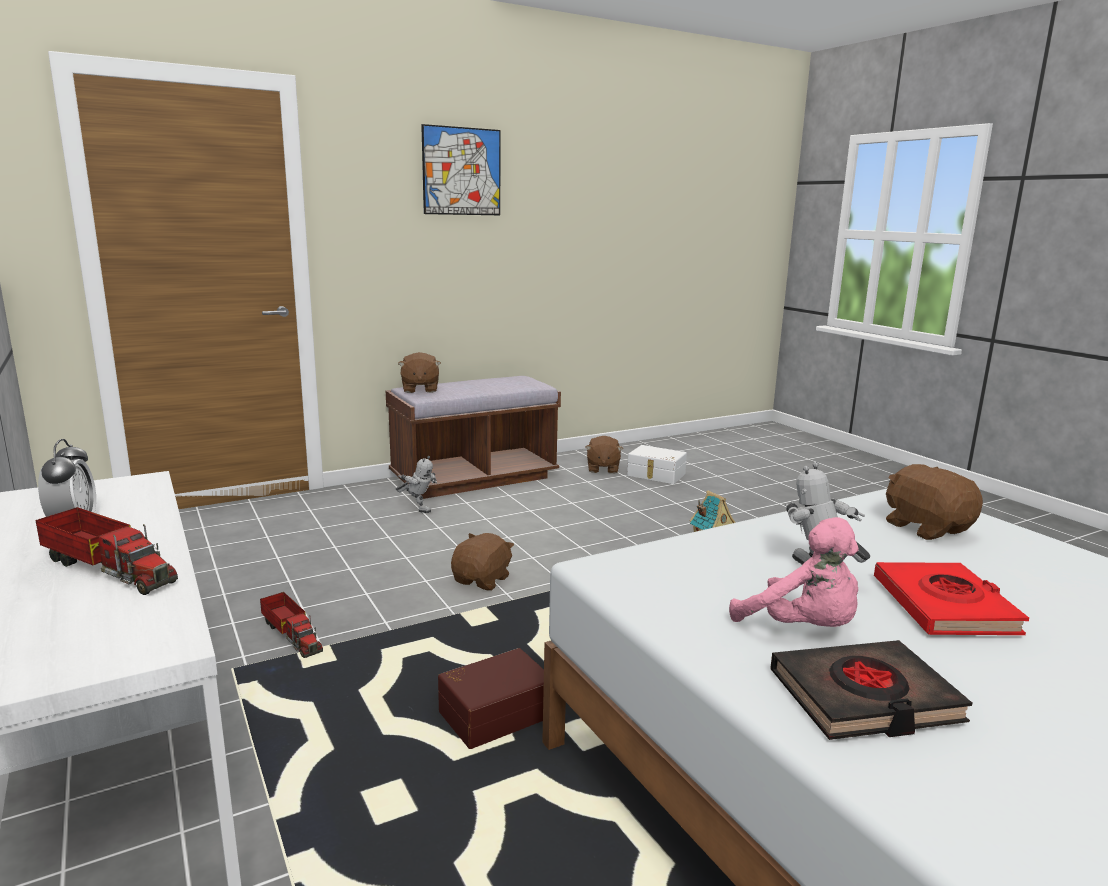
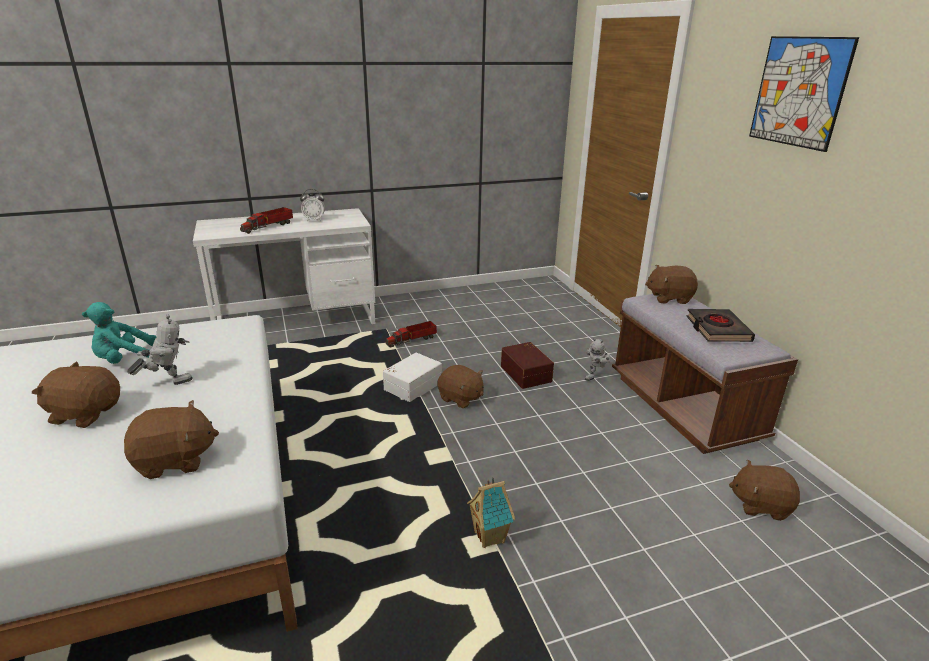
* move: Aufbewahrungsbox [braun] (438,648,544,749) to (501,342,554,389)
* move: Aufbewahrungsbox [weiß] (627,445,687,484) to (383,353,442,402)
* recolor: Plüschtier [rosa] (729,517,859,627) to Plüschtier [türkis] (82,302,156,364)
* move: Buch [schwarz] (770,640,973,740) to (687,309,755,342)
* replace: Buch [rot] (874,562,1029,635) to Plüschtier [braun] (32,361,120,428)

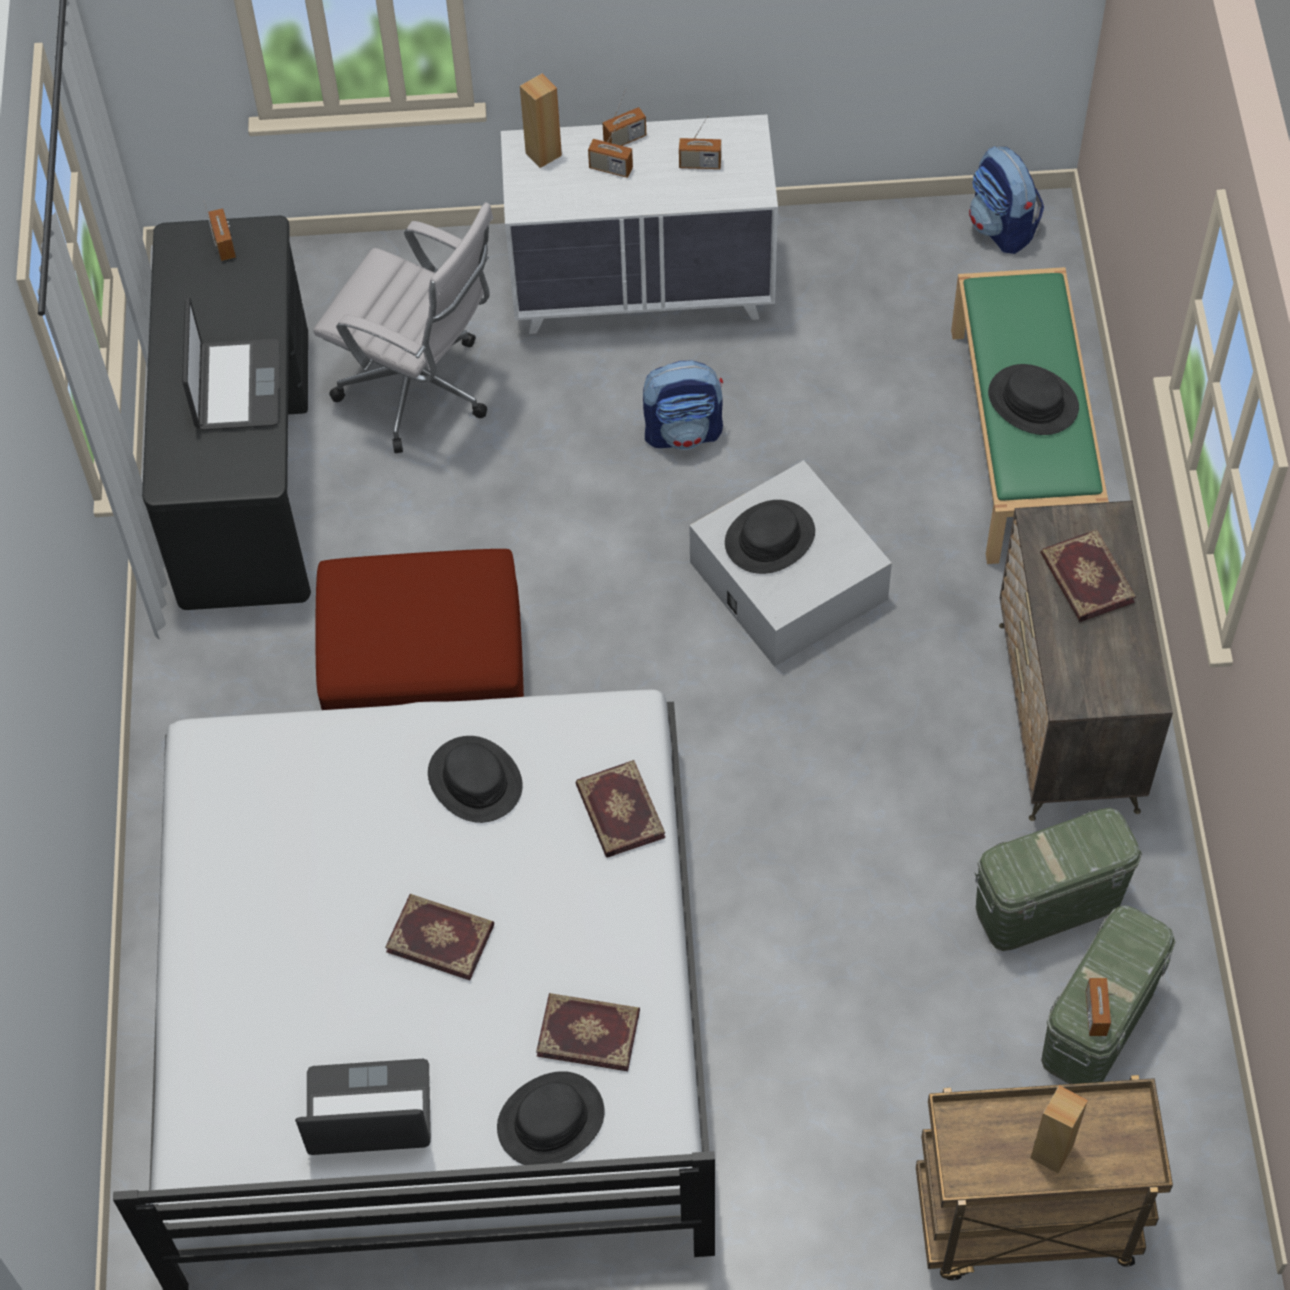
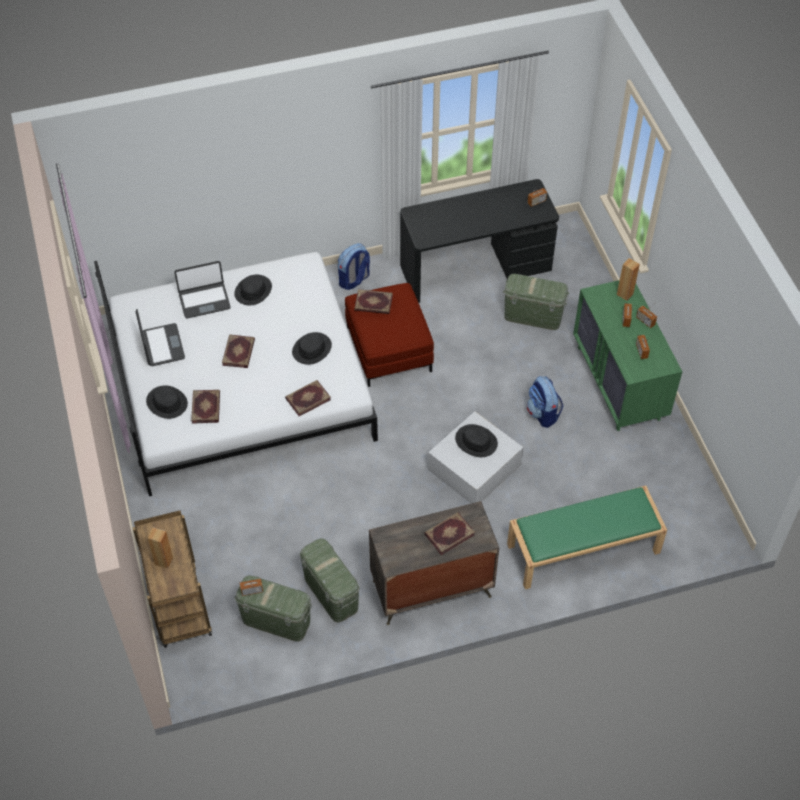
* move: Laptop (182,297,279,430) to (174,261,231,319)
* replace: Bürostuhl [weiß] (313,202,493,453) to Aufbewahrungsbox [grün] (503,274,569,330)
* recolor: Kommode [weiß] (501,114,778,334) to Kommode [grün] (573,280,683,431)
* move: Rucksack (969,146,1044,254) to (338,243,370,290)
* move: Hut [schwarz] (988,364,1079,435) to (234,275,272,305)
* insert: Buch (354,289,393,314)

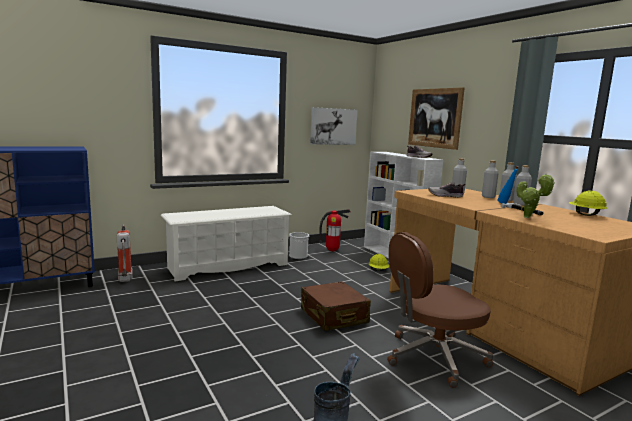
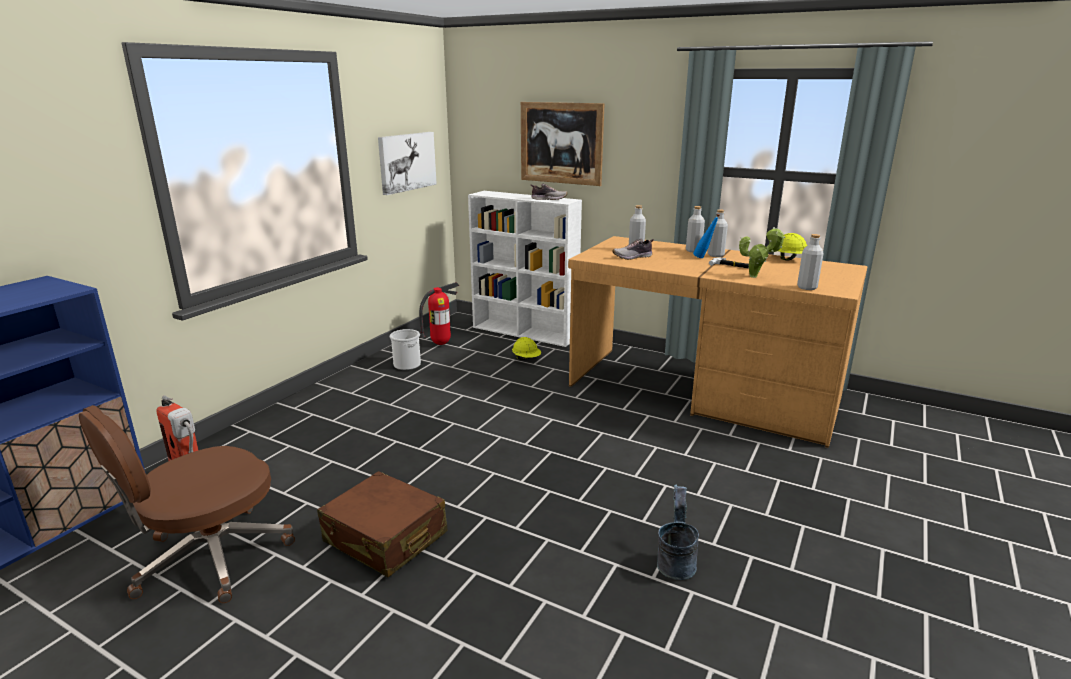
* delete: Schuhregal [weiß] (161,206,292,282)
* move: Koffer [braun] (301,281,371,331) to (317,471,448,577)
* move: Bürostuhl [braun] (387,232,493,388) to (79,405,295,603)
* move: Flasche [grau] (482,161,499,198) to (797,234,824,290)

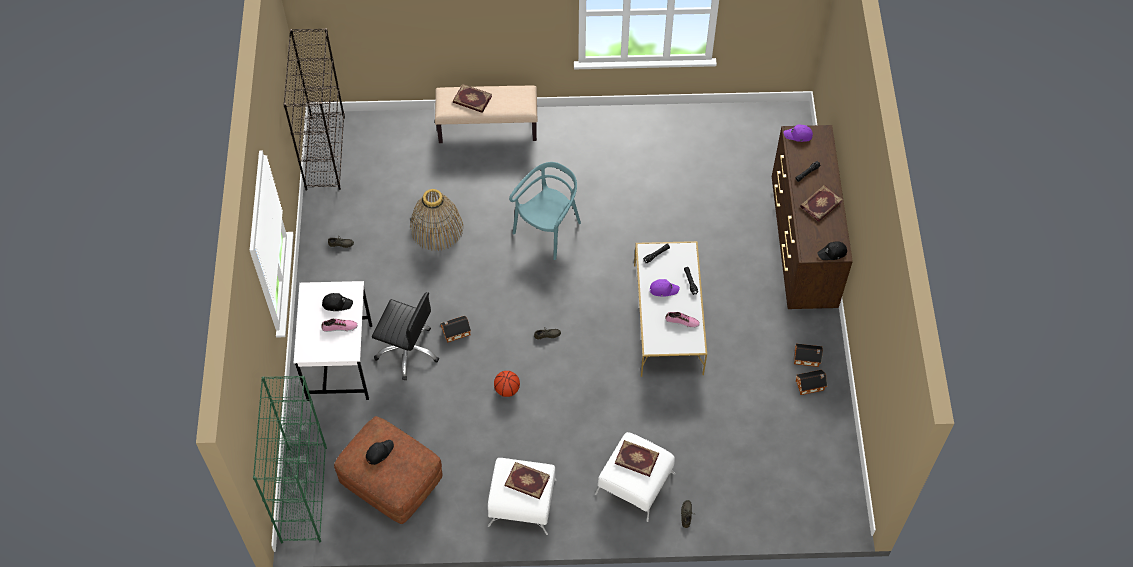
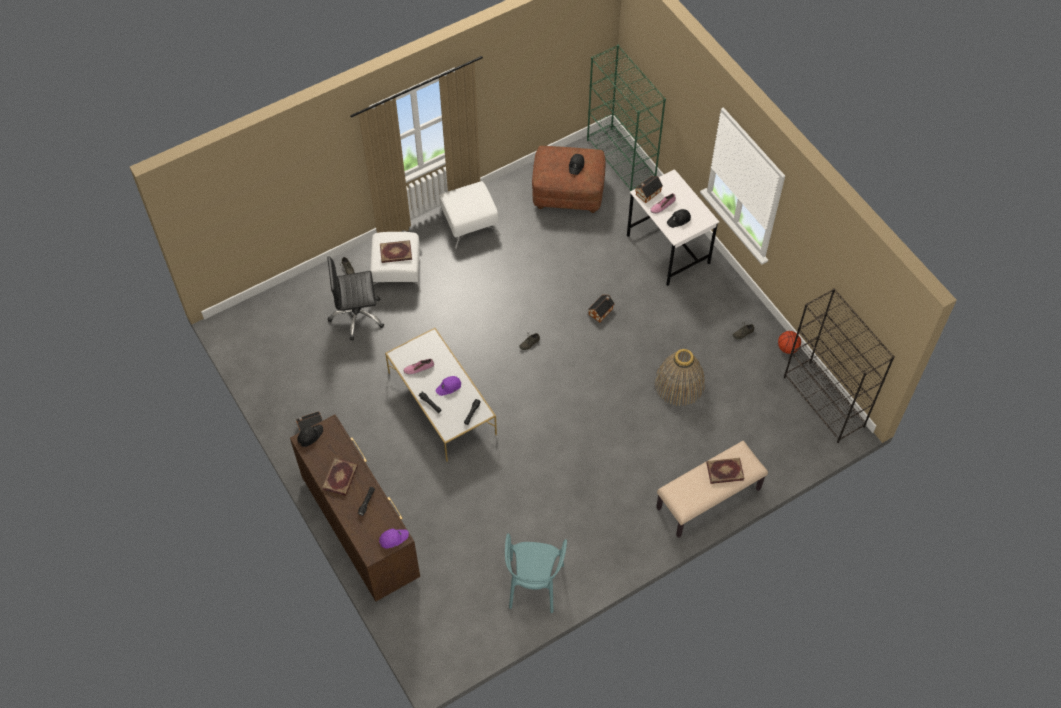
* move: Bürostuhl [schwarz] (372,292,439,380) to (327,256,384,341)
* move: Basketball (494,371,520,397) to (778,331,801,354)
* delete: Buch (505,462,550,499)
* move: Stuhl [türkis] (509,162,581,260) to (505,533,567,613)
* move: Spielzeughaus (796,370,827,395) to (635,176,663,203)

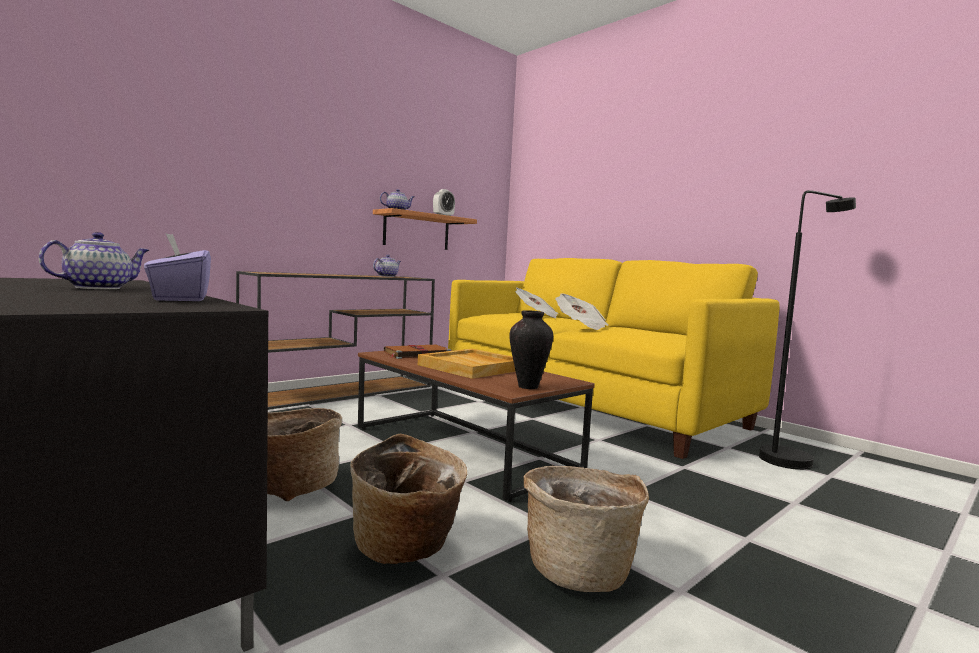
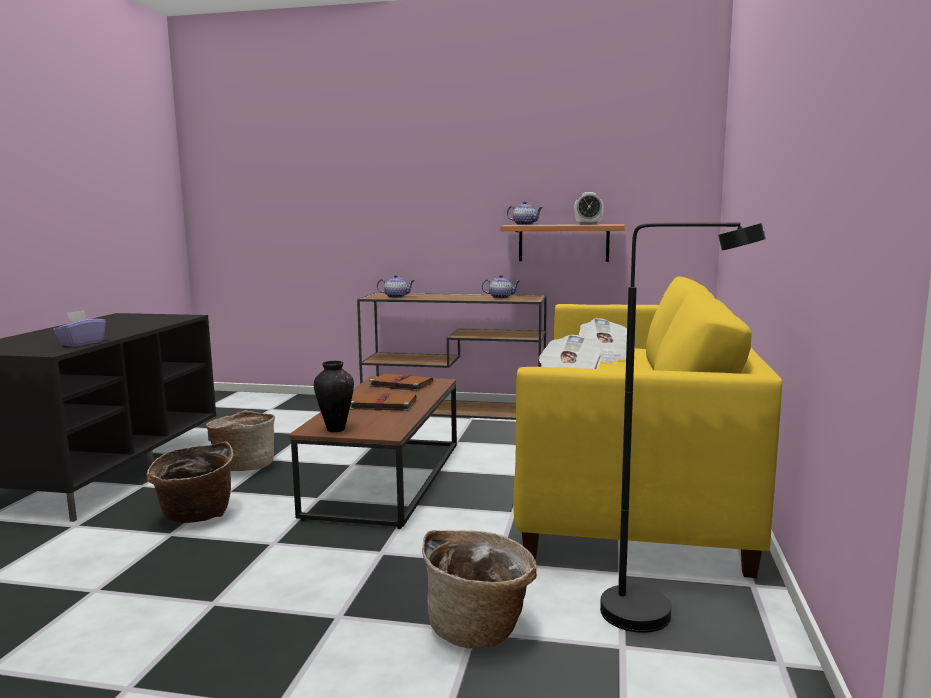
* move: Teekanne (39,232,149,289) to (377,275,415,298)
* replace: Tablett [beige] (418,349,516,379) to Buch [braun] (349,394,417,411)
* move: Korb (523,466,649,592) to (422,530,537,648)

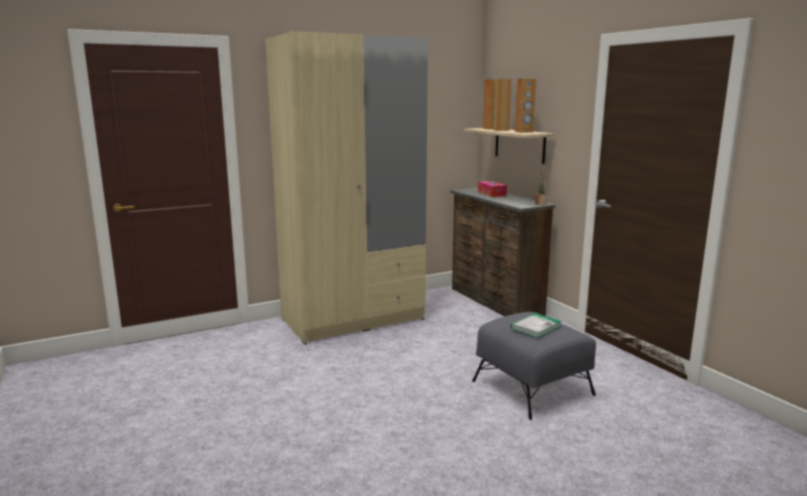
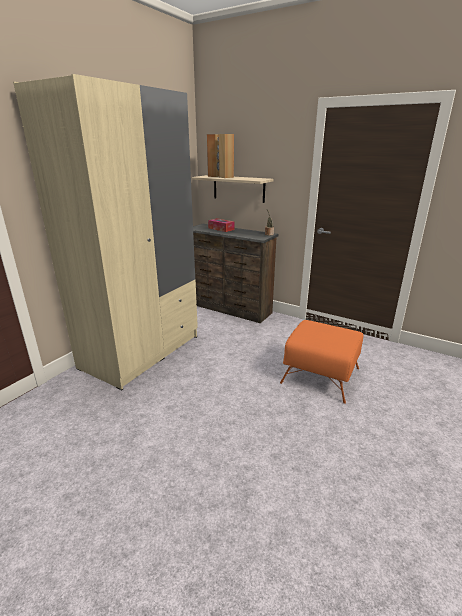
* recolor: Polsterhocker [grau] (472,312,596,420) to Polsterhocker [orange] (280,320,363,404)
* delete: Buch (510,313,562,338)
* delete: Lautsprecher [braun] (515,78,537,133)

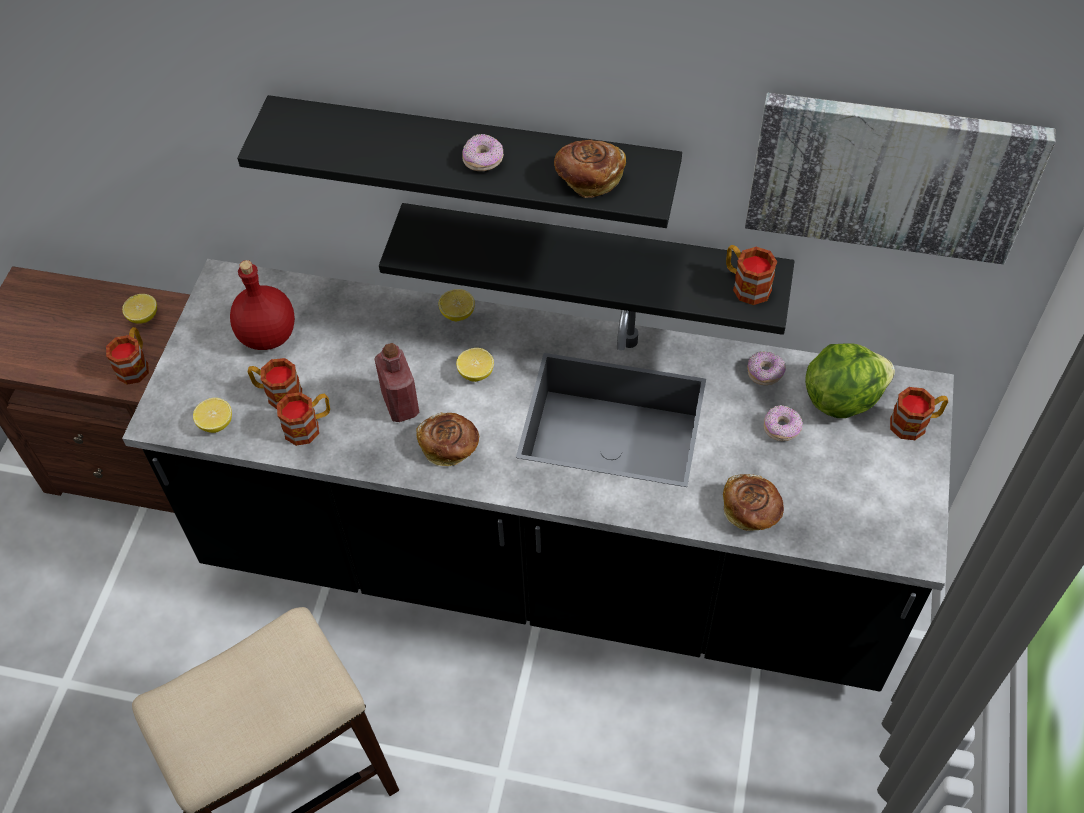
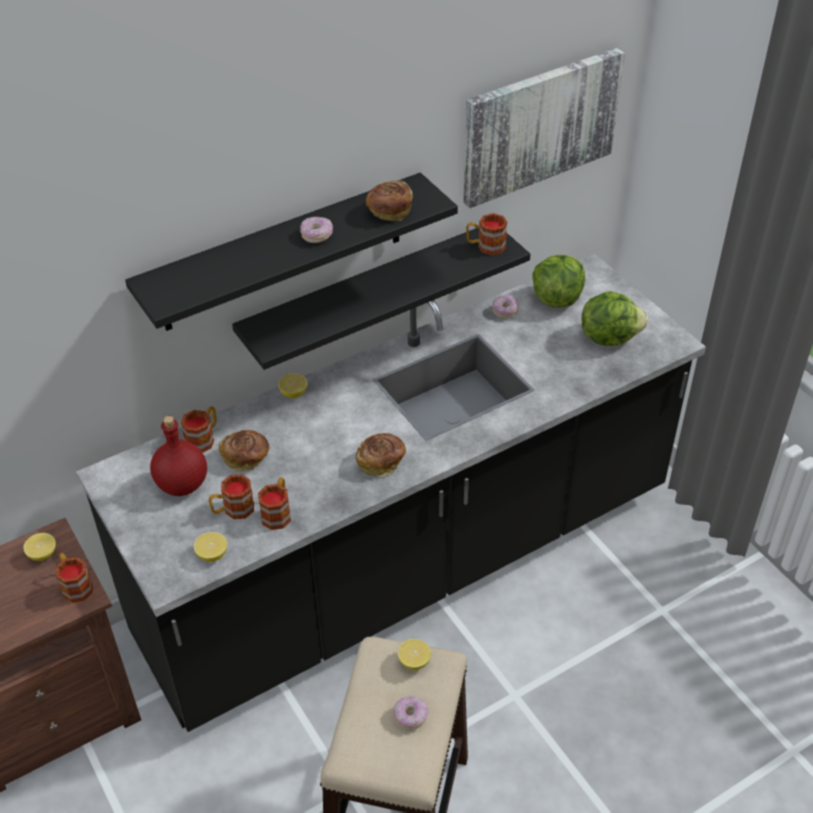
* delete: Flasche [rot] (374,343,419,422)
* move: Zitrone (456,348,494,382) to (398,639,432,670)
* move: Brot (723,474,784,531) to (218,430,269,471)
* move: Donut (764,405,803,441) to (393,696,428,730)
* move: Henkelbecher (890,387,948,440) to (181,406,217,453)
* insert: Salatkopf (582,291,648,346)

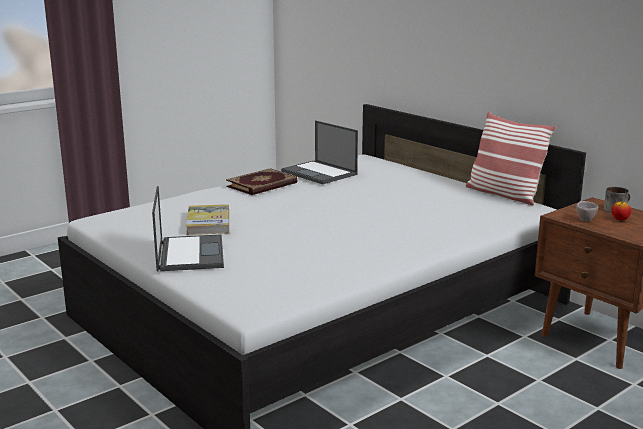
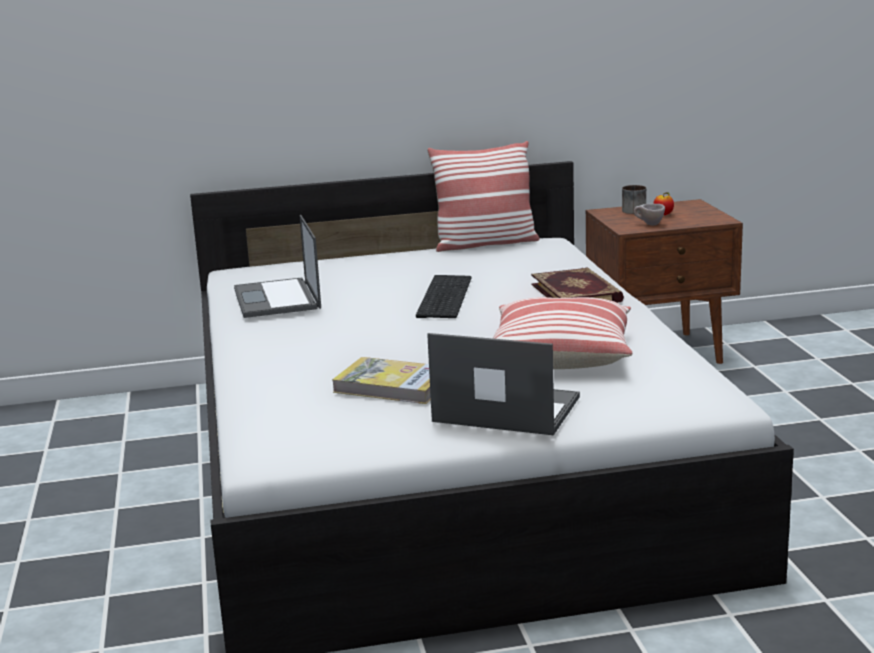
* move: Buch (226,168,298,195) to (531,267,624,303)
* rotate: Laptop (281,120,358,184) = (234,215,321,318) 90 degrees clockwise
* insert: Tastatur (416,275,472,318)
* insert: Kissen (493,297,632,369)

